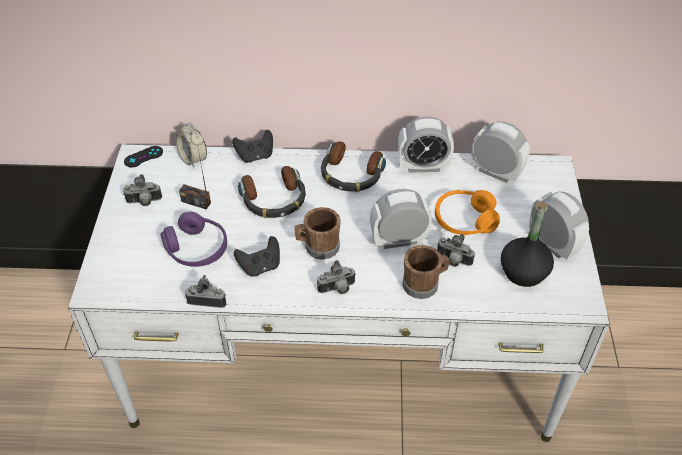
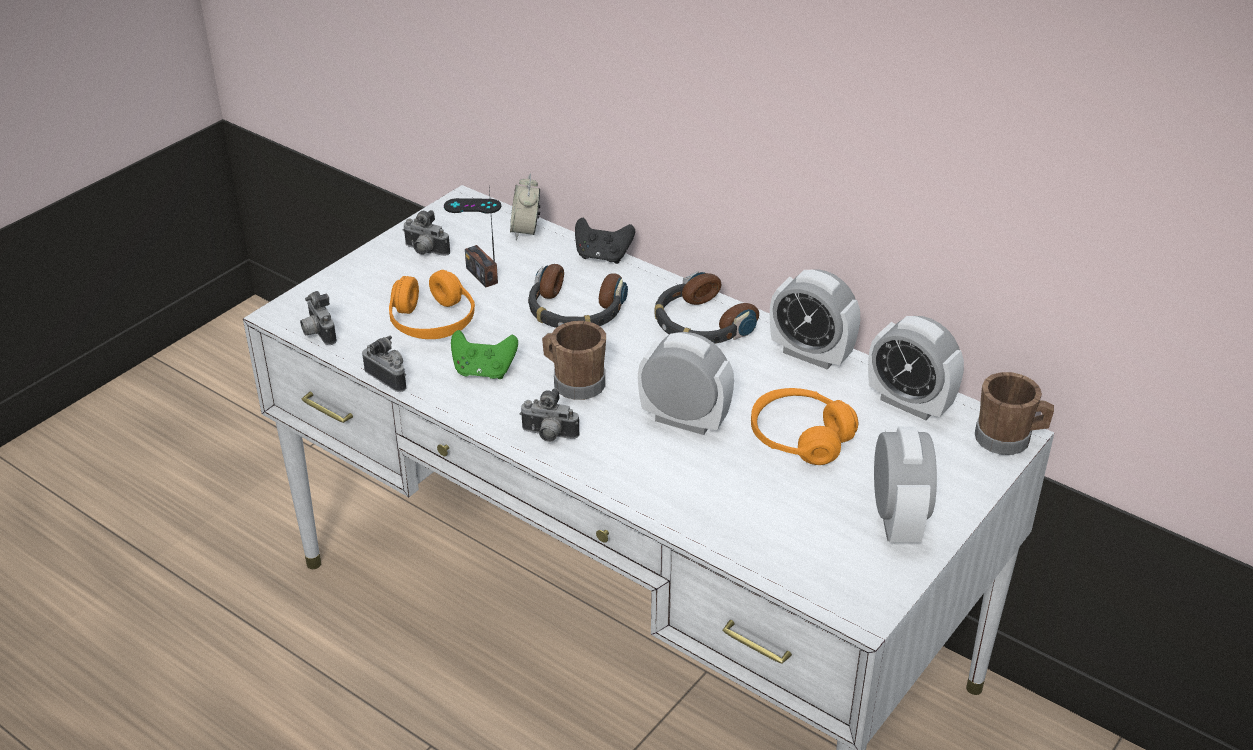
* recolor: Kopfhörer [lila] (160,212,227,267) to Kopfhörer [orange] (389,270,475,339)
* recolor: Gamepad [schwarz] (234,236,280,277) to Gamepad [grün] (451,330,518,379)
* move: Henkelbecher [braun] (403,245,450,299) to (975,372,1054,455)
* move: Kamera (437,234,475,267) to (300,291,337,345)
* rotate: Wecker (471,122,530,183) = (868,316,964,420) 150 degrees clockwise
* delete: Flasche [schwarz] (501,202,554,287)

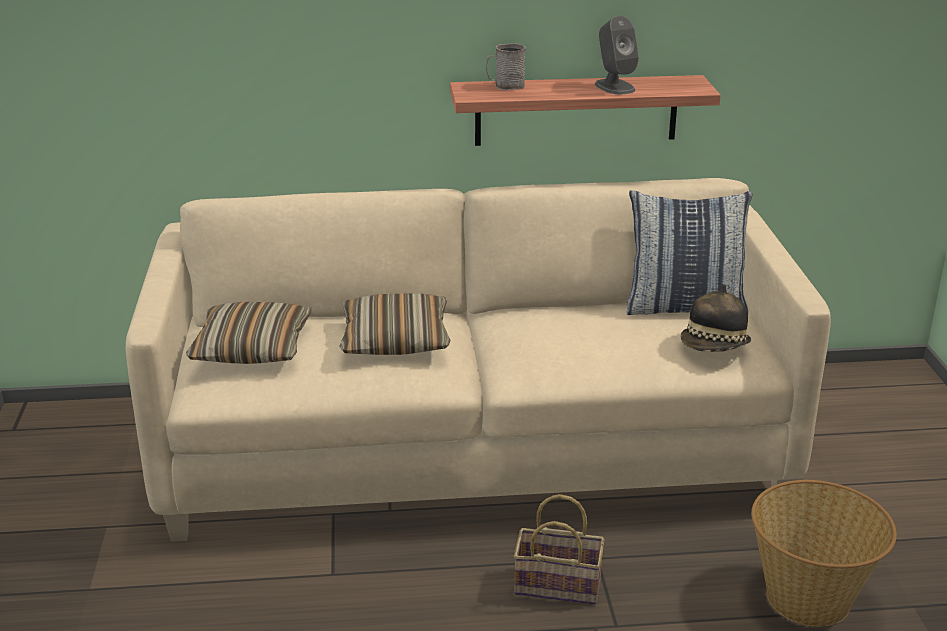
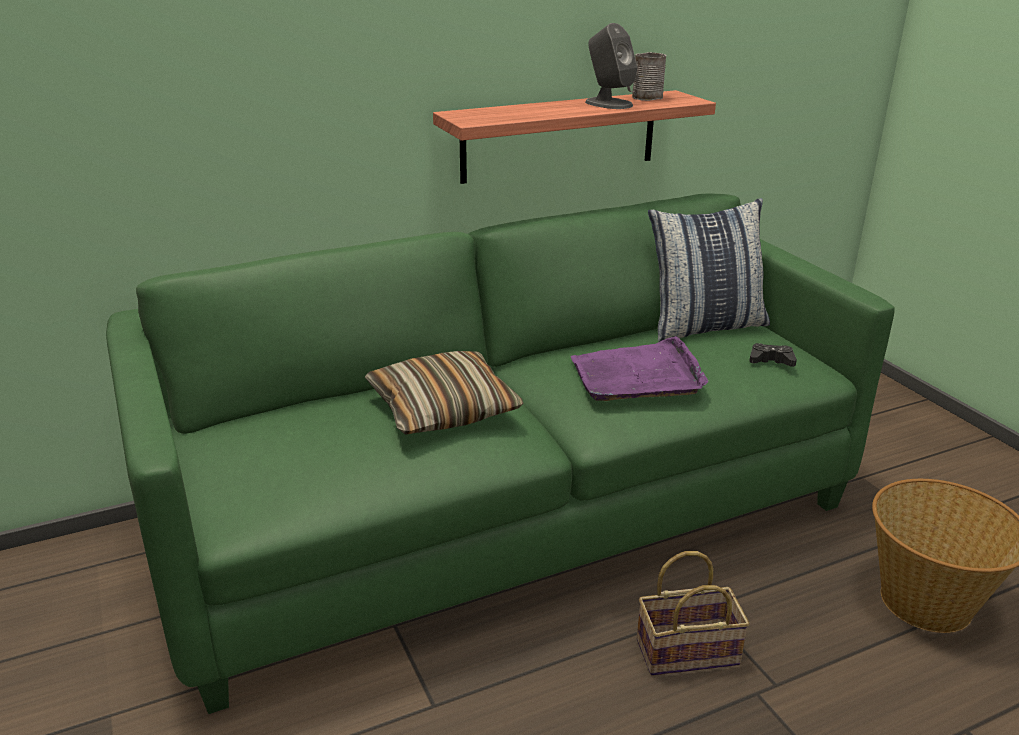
* recolor: Sofa [beige] (126,178,831,542) to Sofa [grün] (106,193,895,714)
* delete: Kissen (186,302,311,364)
* move: Henkelbecher [grau] (486,43,526,90) to (627,52,667,101)
* replace: Hut (680,284,751,352) to Gamepad [schwarz] (749,343,797,367)
* insert: Tablett [lila] (571,336,708,401)

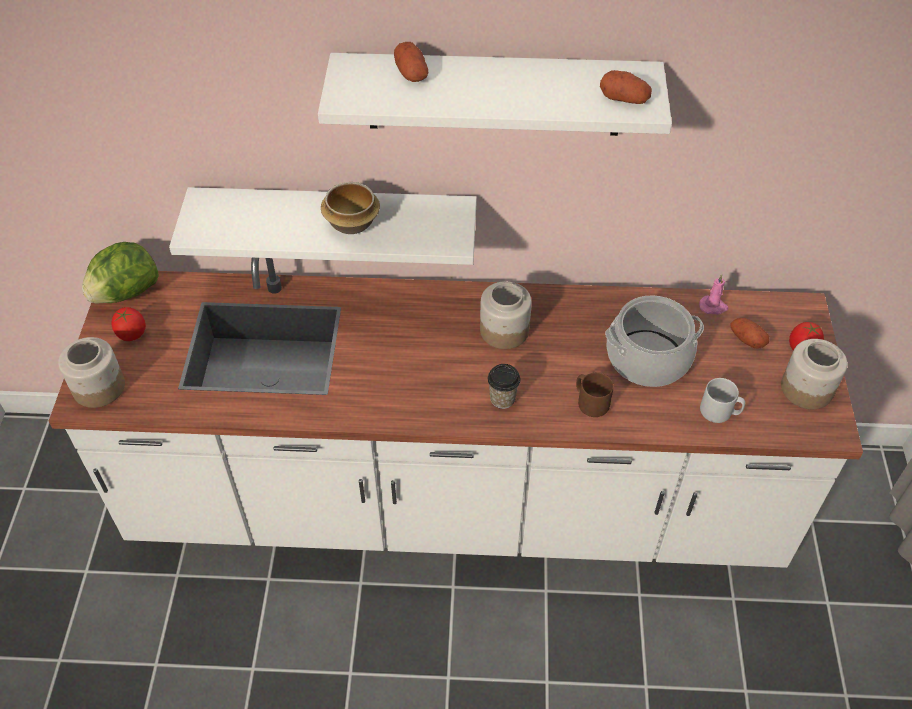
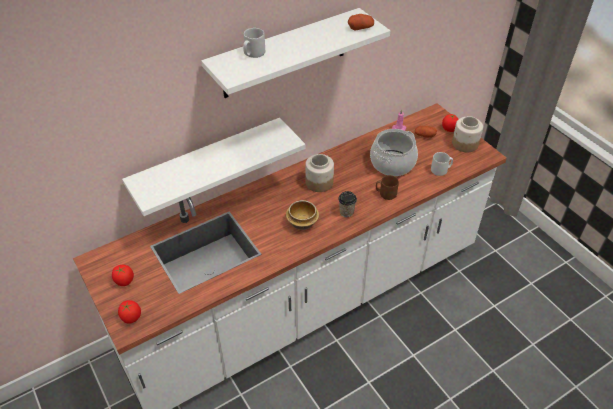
* replace: Vorratsglas (58,337,125,408) to Tomate (118,300,141,324)
* delete: Salatkopf (82,242,159,304)
* move: Schüssel (321,182,380,234) to (286,200,319,230)
* replace: Kartoffel (394,42,428,82) to Henkelbecher [grau] (243,28,265,58)

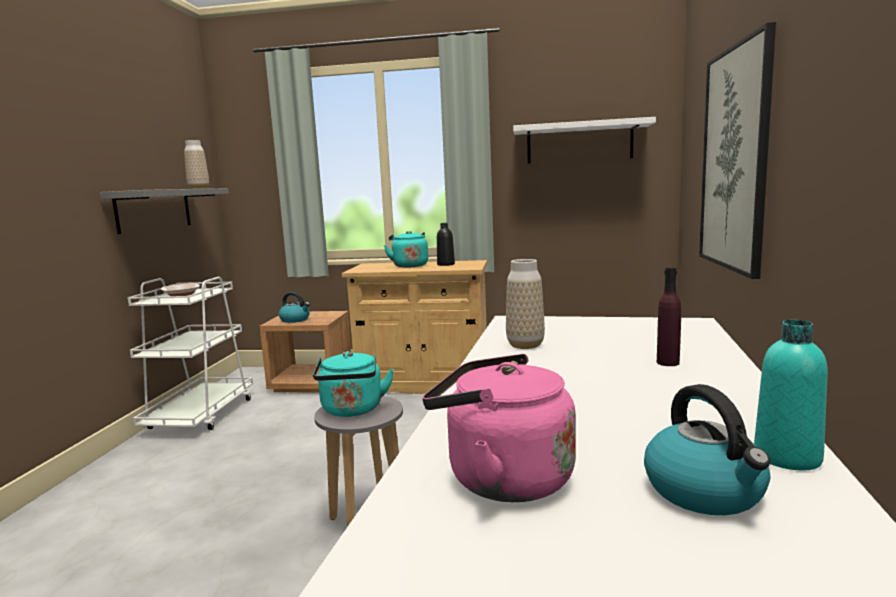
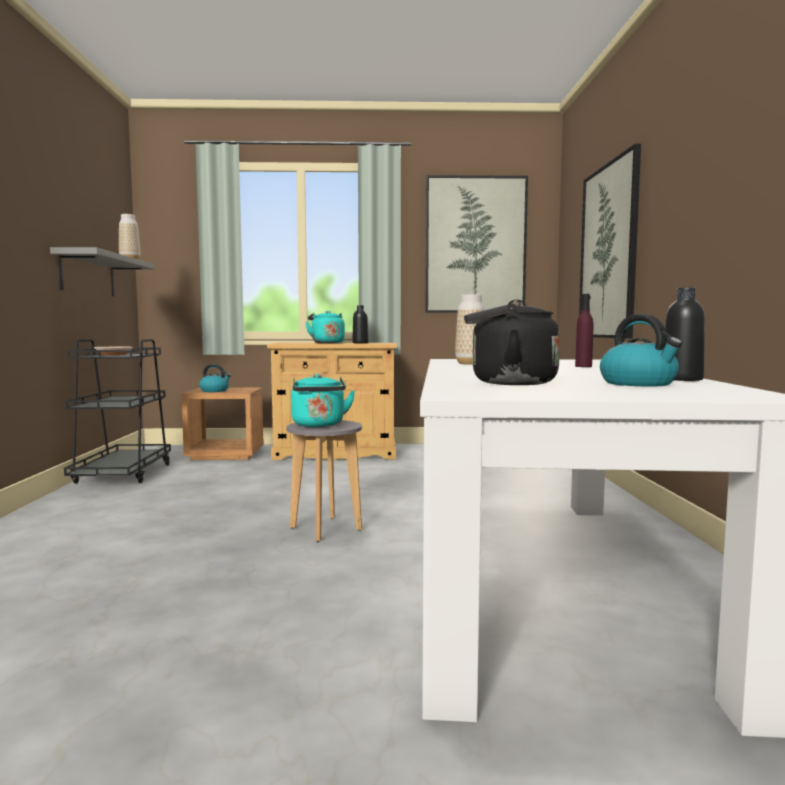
* recolor: Rollwagen [weiß] (128,277,253,430) to Rollwagen [schwarz] (64,339,171,483)
* recolor: Wasserkessel [rosa] (422,354,576,502) to Wasserkessel [schwarz] (464,300,560,385)
* replace: Wandregal [weiß] (513,117,656,164) to Bild (426,175,528,313)
* recolor: Flasche [türkis] (754,320,828,471) to Flasche [schwarz] (665,288,705,381)

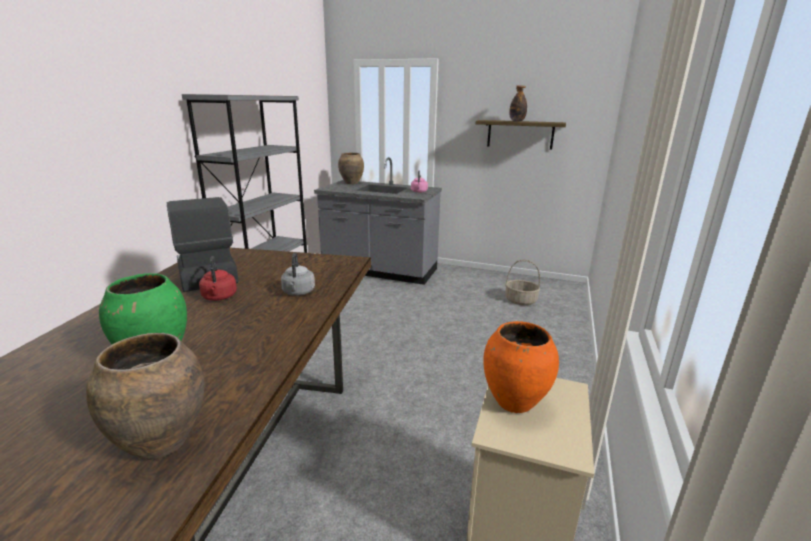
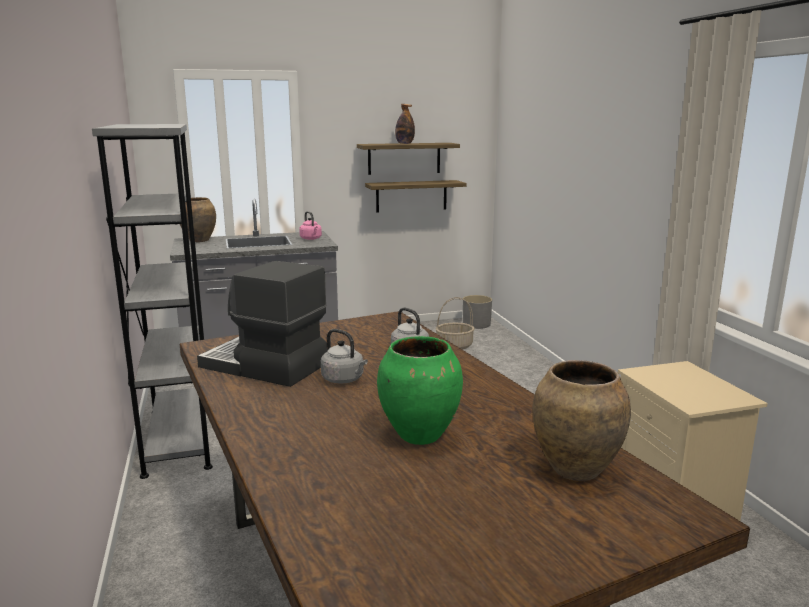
* recolor: Wasserkessel [rot] (199,256,237,301) to Wasserkessel [grau] (321,329,368,384)
* delete: Vase [orange] (483,321,559,413)
* insert: Wandregal (365,180,466,213)
* insert: Pflanzkübel [grau] (463,295,492,329)

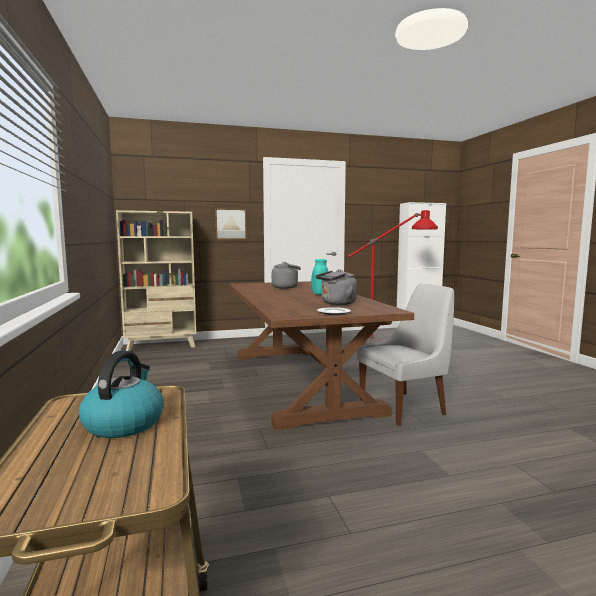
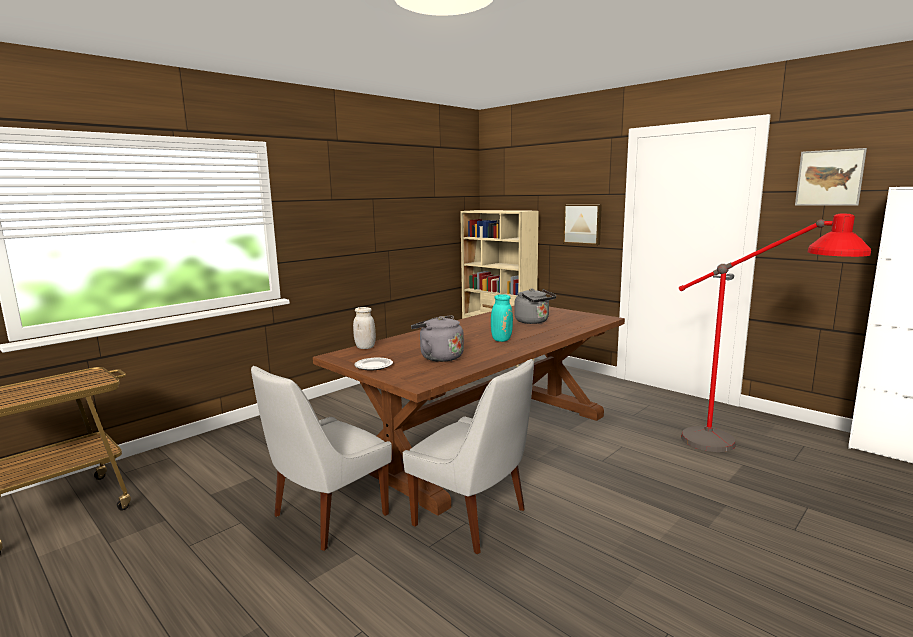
* delete: Wasserkessel (79,351,164,438)
* insert: Stuhl [weiß] (251,366,392,551)
* insert: Vorratsglas [weiß] (353,307,376,349)
* insert: Bild (795,148,867,206)

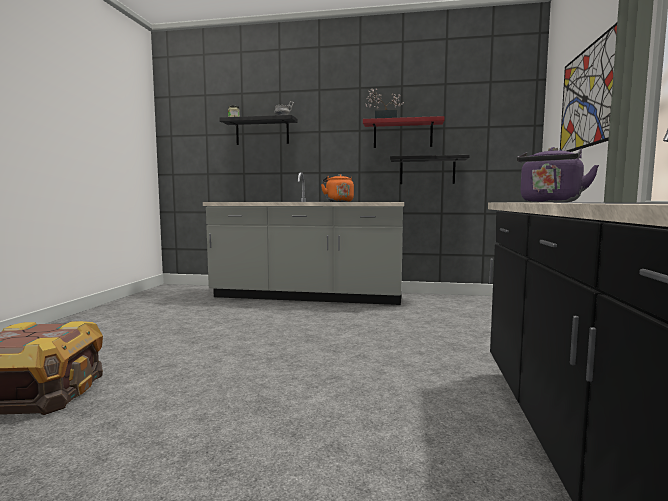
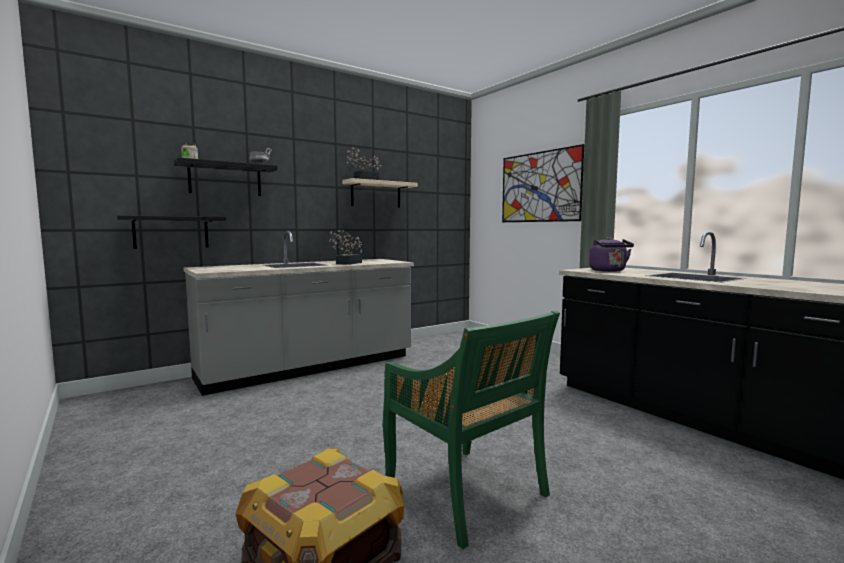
* replace: Wasserkessel [orange] (321,174,354,202) to Topfpflanze (329,230,362,265)
* recolor: Wandregal [rot] (363,116,445,148) to Wandregal [beige] (342,178,418,208)
* move: Wandregal [schwarz] (390,155,470,184) to (117,215,226,249)
* insert: Stuhl [grün] (383,310,560,549)

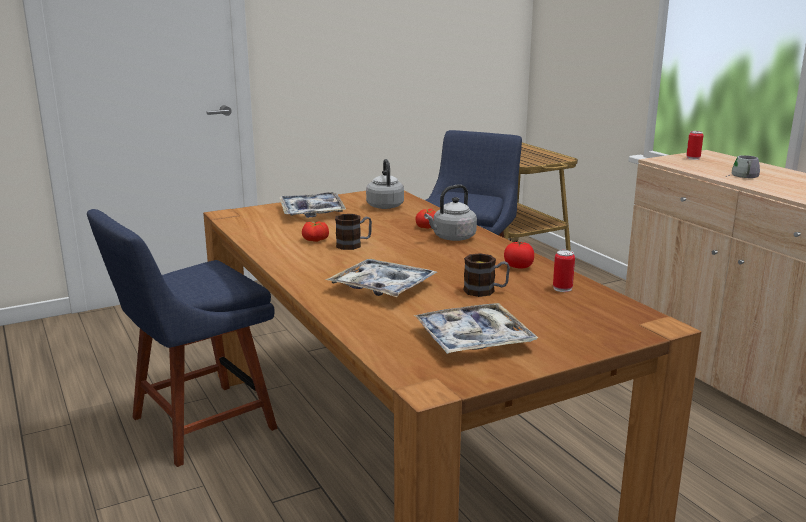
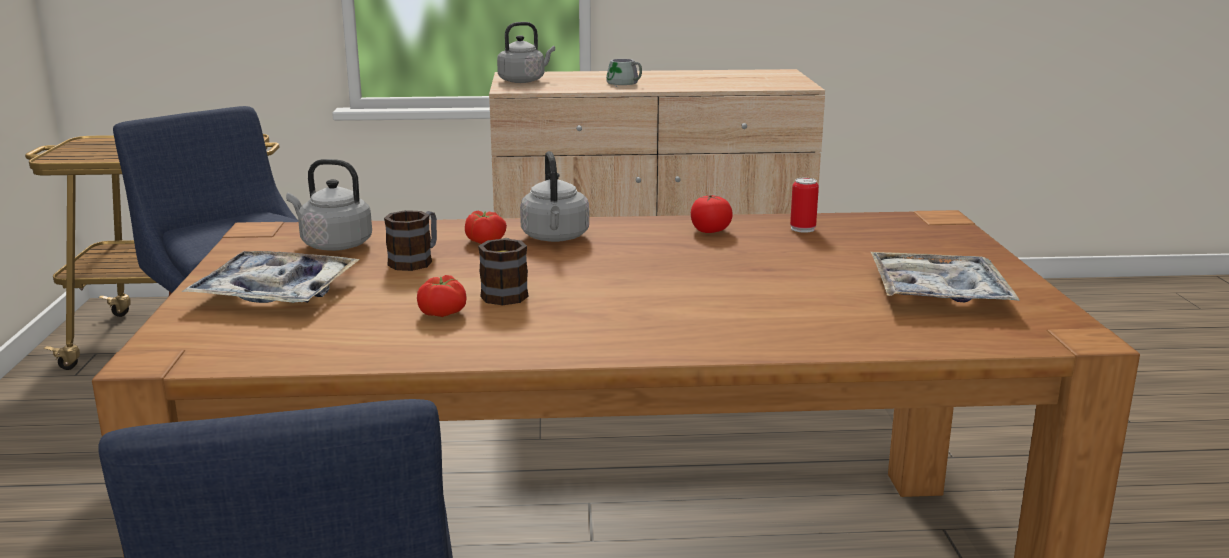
* delete: Tablett (326,259,437,297)
* move: Henkelbecher (463,253,510,297) to (384,210,437,271)
* replace: Dose (686,131,703,160) to Wasserkessel [grau] (497,22,555,83)

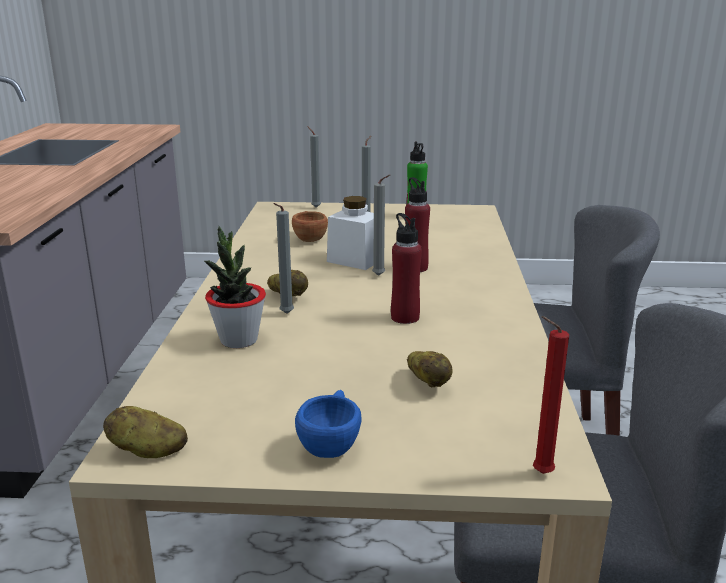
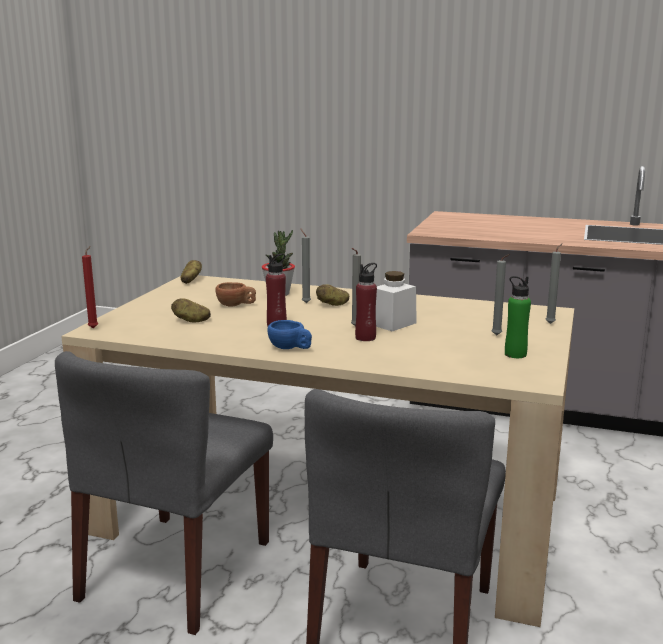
* move: Tasse [braun] (292,211,328,242) to (215,282,256,307)
* move: Tasse [blau] (295,390,362,458) to (268,320,312,349)

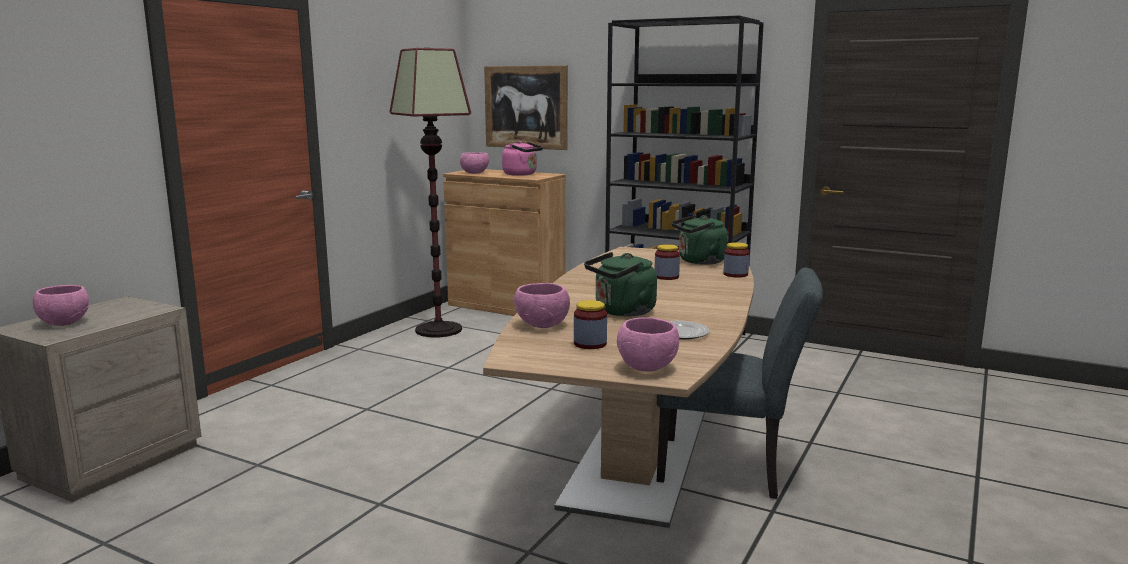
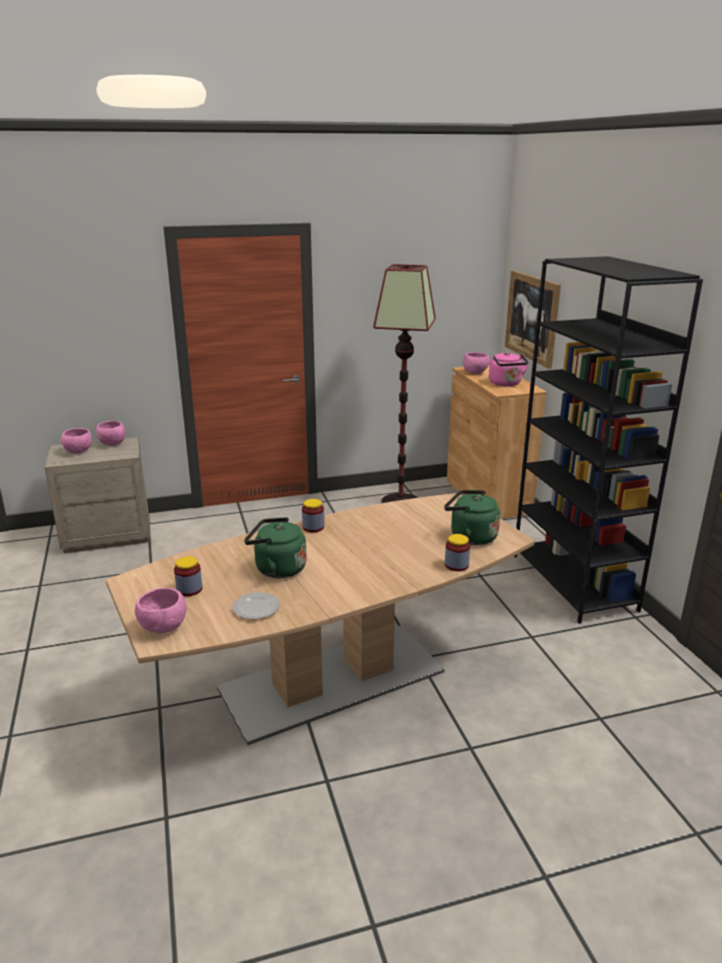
* move: Schüssel [rosa] (514,283,570,328) to (96,421,126,446)
* move: Vorratsglas (655,244,680,280) to (302,499,324,532)
* delete: Stuhl [grau] (657,267,823,499)

